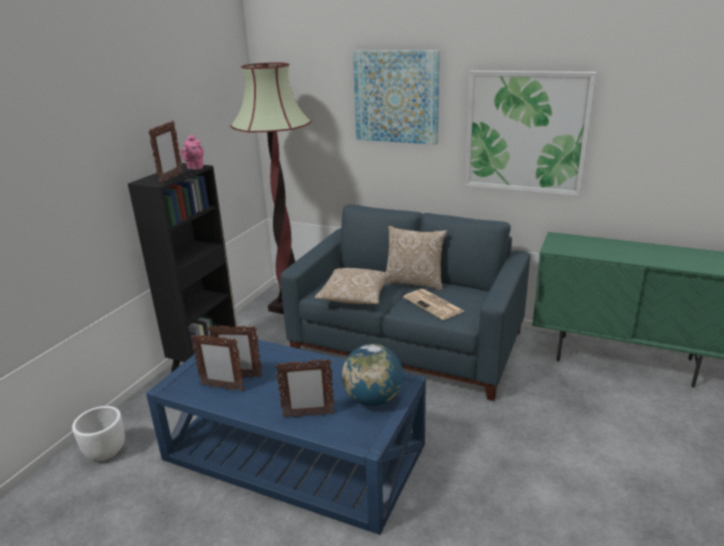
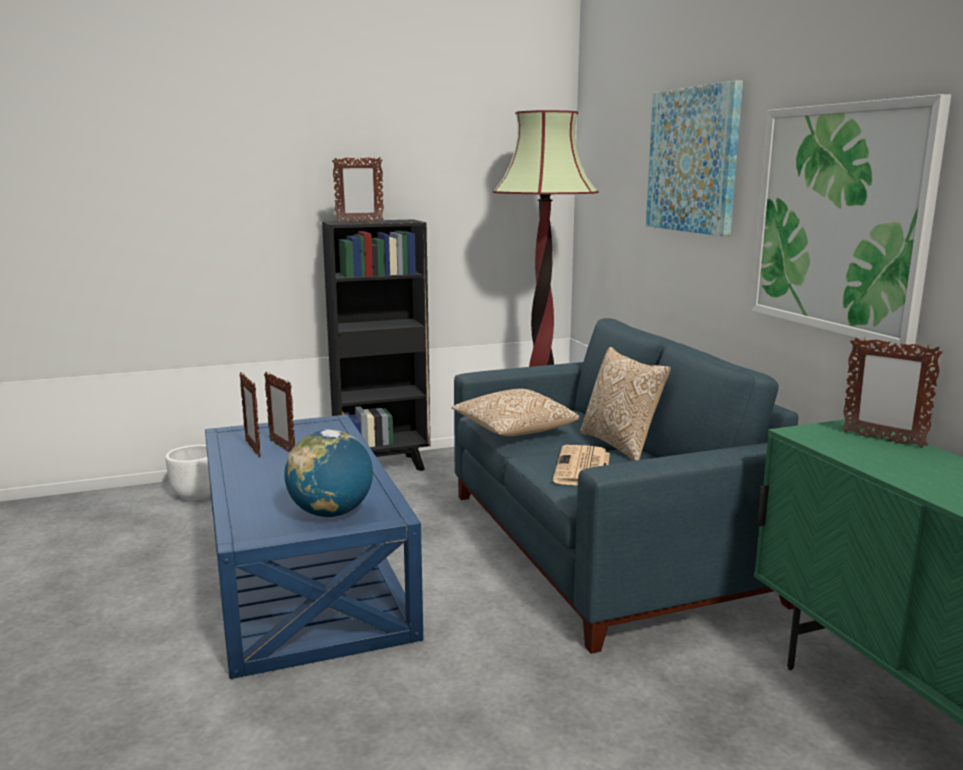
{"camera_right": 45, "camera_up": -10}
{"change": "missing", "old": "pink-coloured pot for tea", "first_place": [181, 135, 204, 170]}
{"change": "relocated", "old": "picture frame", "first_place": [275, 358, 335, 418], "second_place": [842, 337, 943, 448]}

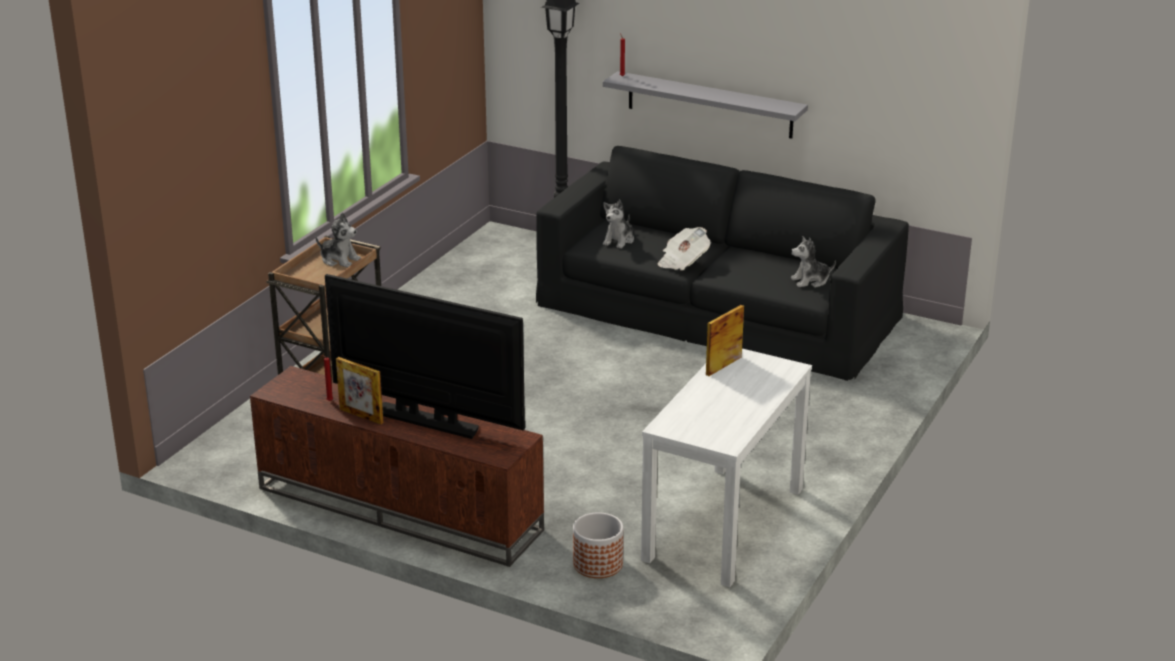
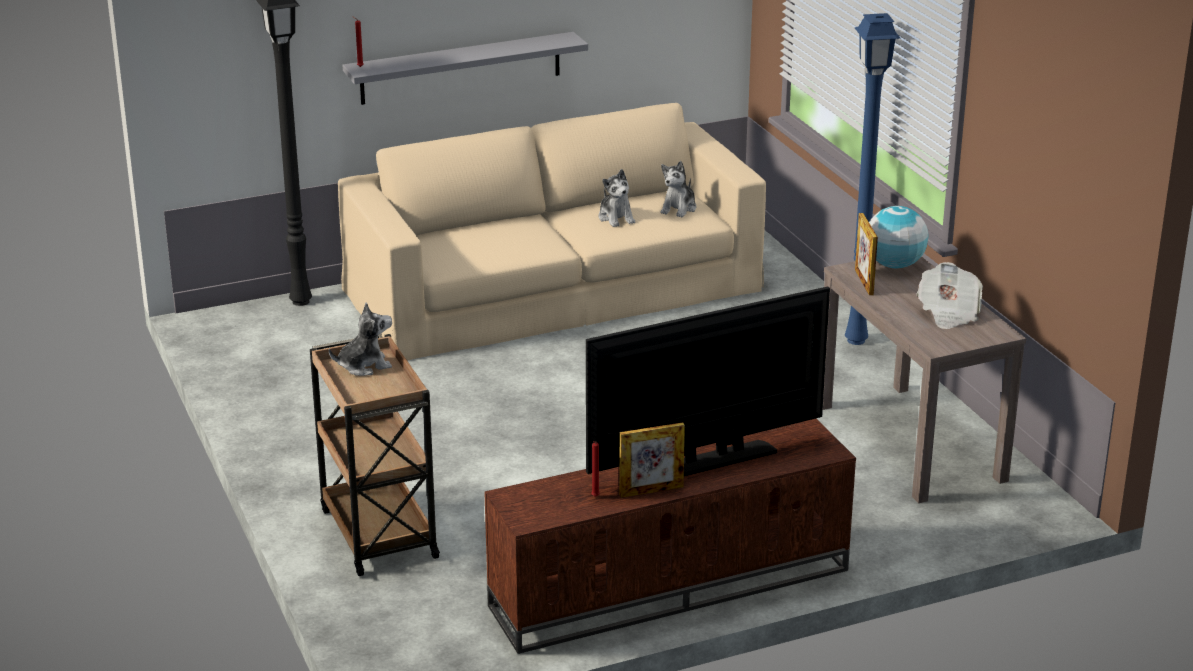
{"camera_right": -50, "camera_up": 0}
{"change": "colour", "old": "black-coloured couch", "new": "beige-coloured couch", "first_place": [536, 146, 909, 381], "second_place": [338, 103, 766, 360]}
{"change": "relocated", "old": "soft toy", "first_place": [603, 200, 634, 249], "second_place": [598, 169, 635, 227]}
{"change": "relocated", "old": "printed paper", "first_place": [658, 227, 711, 270], "second_place": [917, 262, 983, 329]}
{"change": "colour", "old": "whitish narrow table", "new": "brownish narrow table", "first_place": [641, 349, 812, 587], "second_place": [823, 256, 1026, 503]}
{"change": "missing", "old": "plant pot", "first_place": [573, 513, 623, 578]}
{"change": "appeared", "new": "bluish standing lamp", "second_place": [845, 13, 900, 345]}
{"change": "appeared", "new": "desk globe", "second_place": [869, 206, 928, 268]}

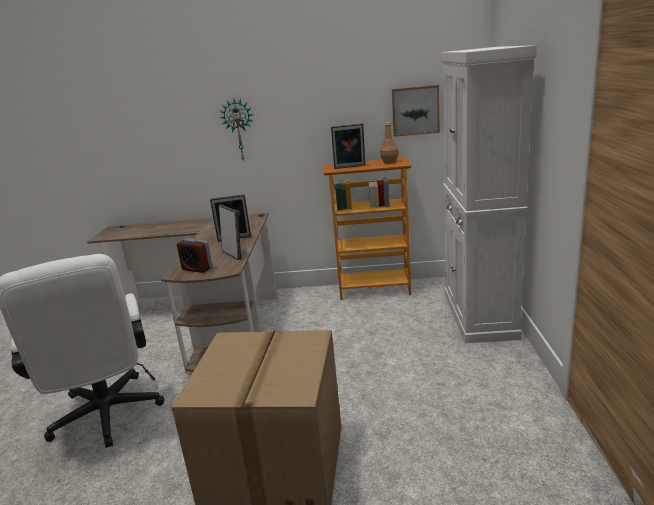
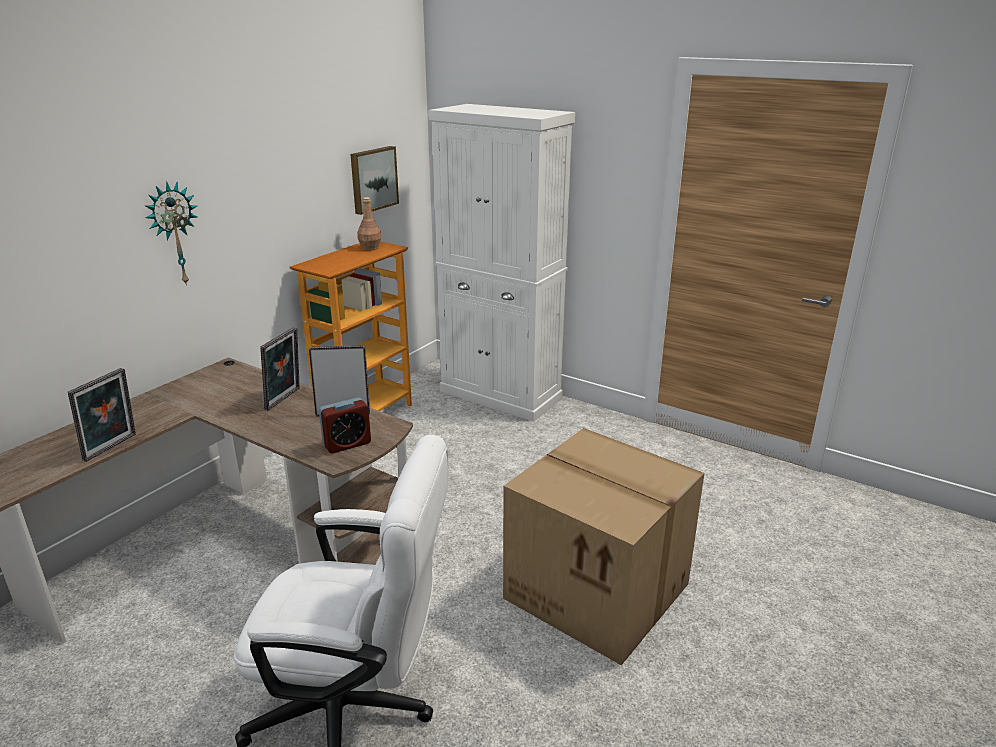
{"camera_right": -60, "camera_up": 5}
{"change": "relocated", "old": "picture frame", "first_place": [331, 123, 365, 169], "second_place": [68, 368, 136, 462]}

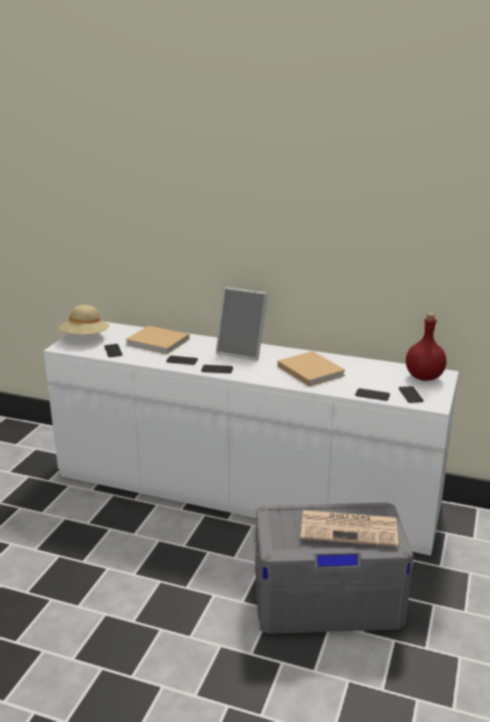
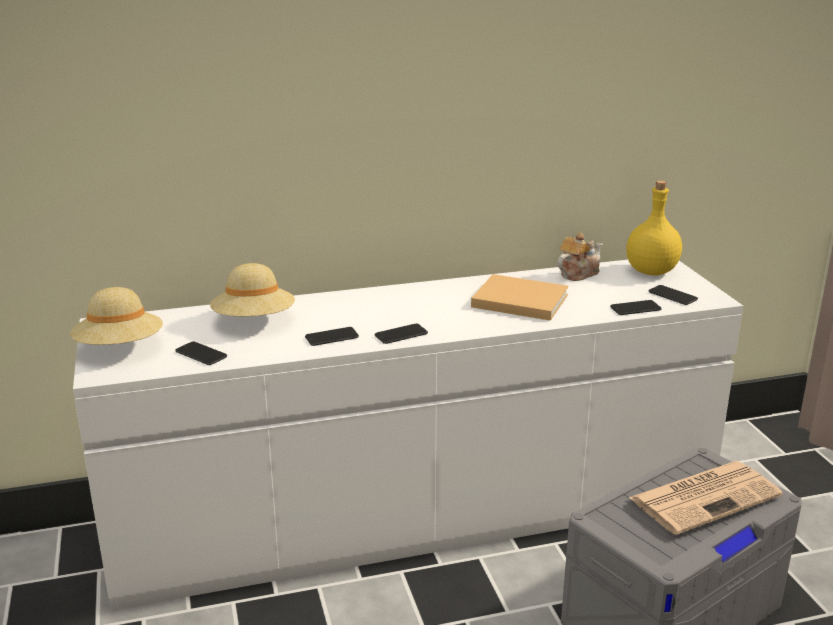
{"camera_right": -35, "camera_up": 0}
{"change": "missing", "old": "picture frame", "first_place": [216, 287, 268, 361]}
{"change": "colour", "old": "red-coloured bottle", "new": "yellow bottle", "first_place": [406, 313, 446, 381], "second_place": [626, 181, 682, 276]}
{"change": "exchanged", "old": "beige-coloured bound book", "new": "beige-coloured clothing hat", "first_place": [125, 326, 190, 354], "second_place": [210, 263, 295, 316]}
{"change": "appeared", "new": "pot for tea", "second_place": [557, 233, 603, 281]}

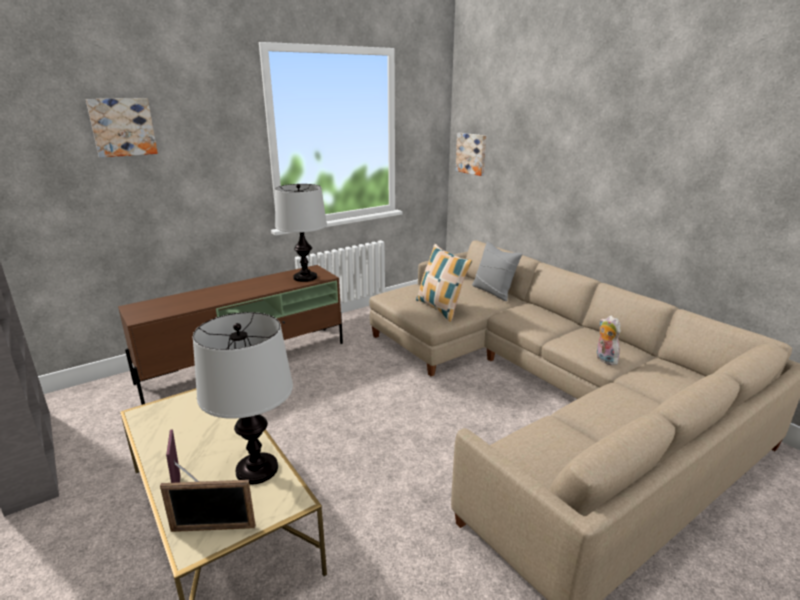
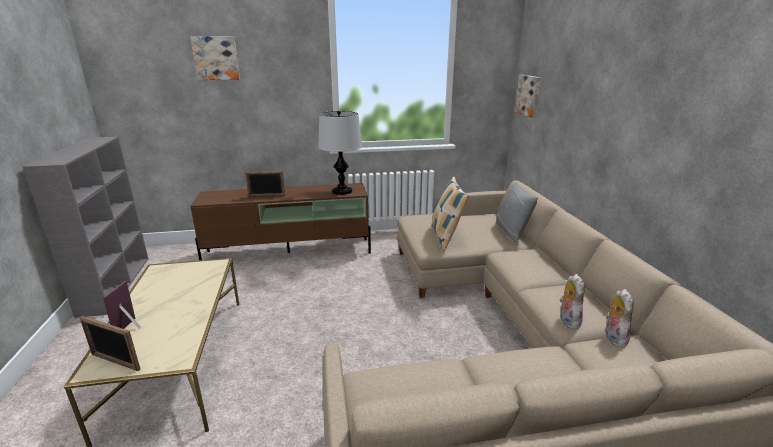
{"camera_right": 25, "camera_up": 0}
{"change": "missing", "old": "tabletop lamp", "first_place": [193, 312, 293, 484]}
{"change": "appeared", "new": "picture frame", "second_place": [245, 171, 285, 197]}
{"change": "appeared", "new": "soft toy", "second_place": [605, 289, 634, 349]}

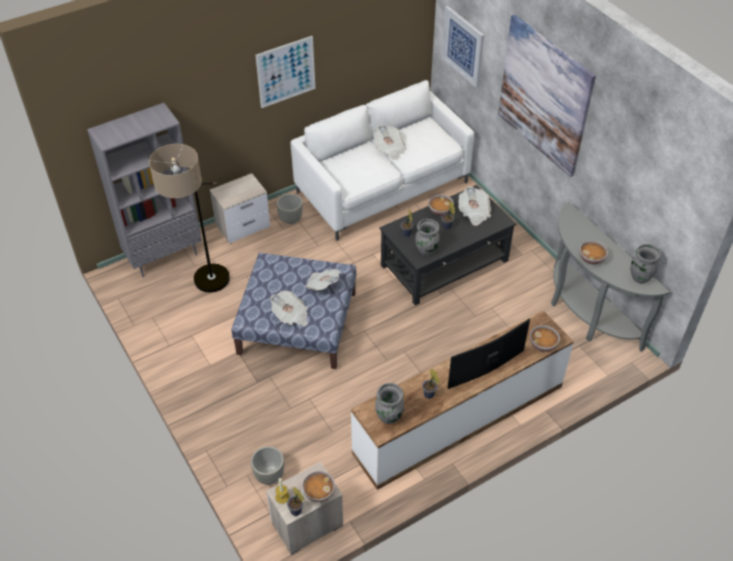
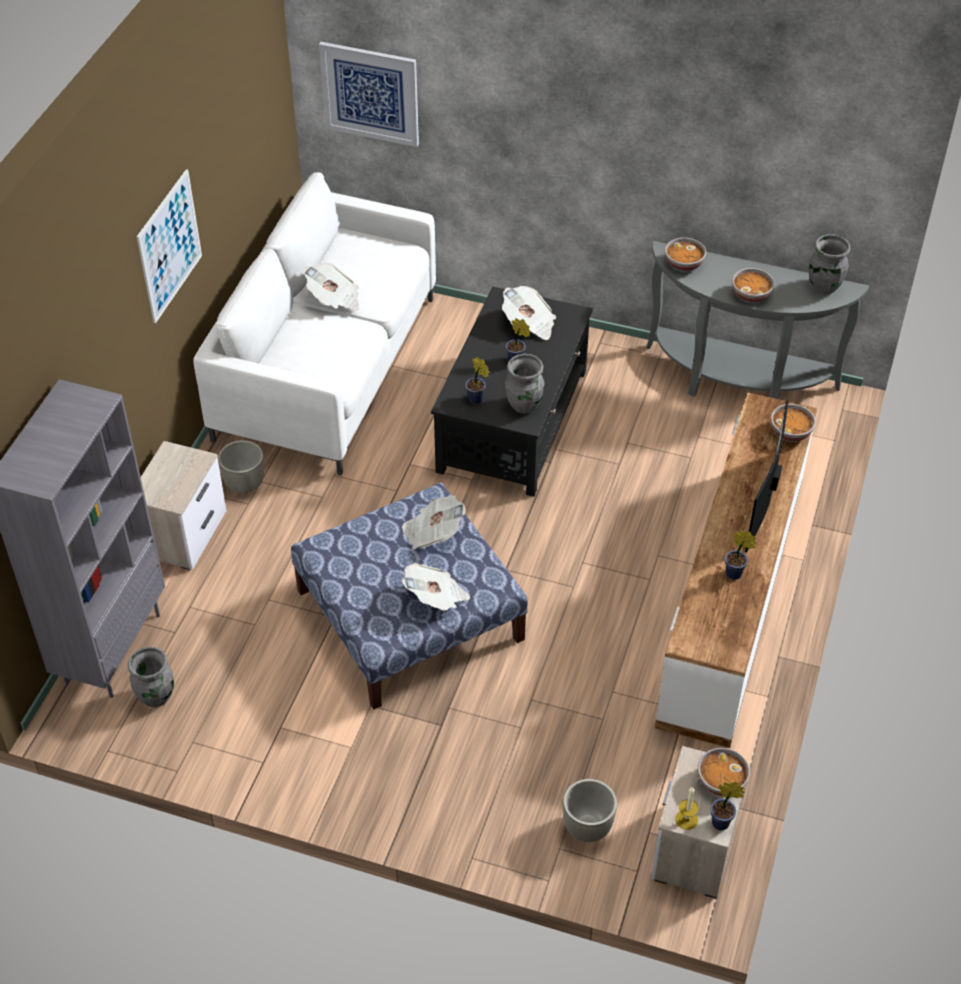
{"camera_right": -40, "camera_up": 0}
{"change": "missing", "old": "picture", "first_place": [498, 15, 596, 177]}
{"change": "missing", "old": "standing lamp", "first_place": [149, 144, 230, 293]}
{"change": "relocated", "old": "deep dish", "first_place": [428, 194, 454, 216], "second_place": [665, 238, 706, 271]}
{"change": "relocated", "old": "grey vase", "first_place": [375, 383, 404, 424], "second_place": [128, 647, 174, 707]}

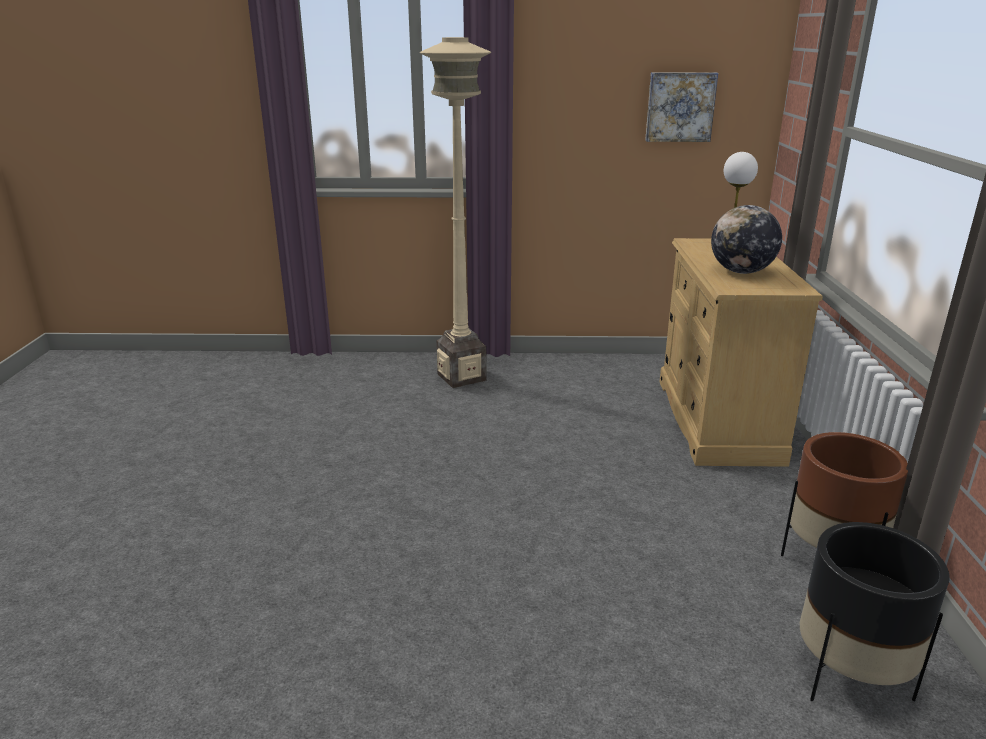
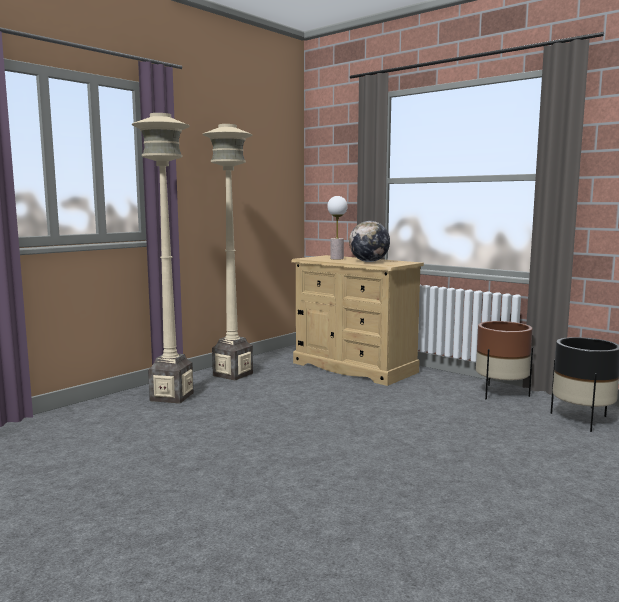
{"camera_right": -50, "camera_up": -15}
{"change": "missing", "old": "picture", "first_place": [645, 72, 718, 142]}
{"change": "appeared", "new": "beige-coloured standing lamp", "second_place": [203, 124, 253, 381]}

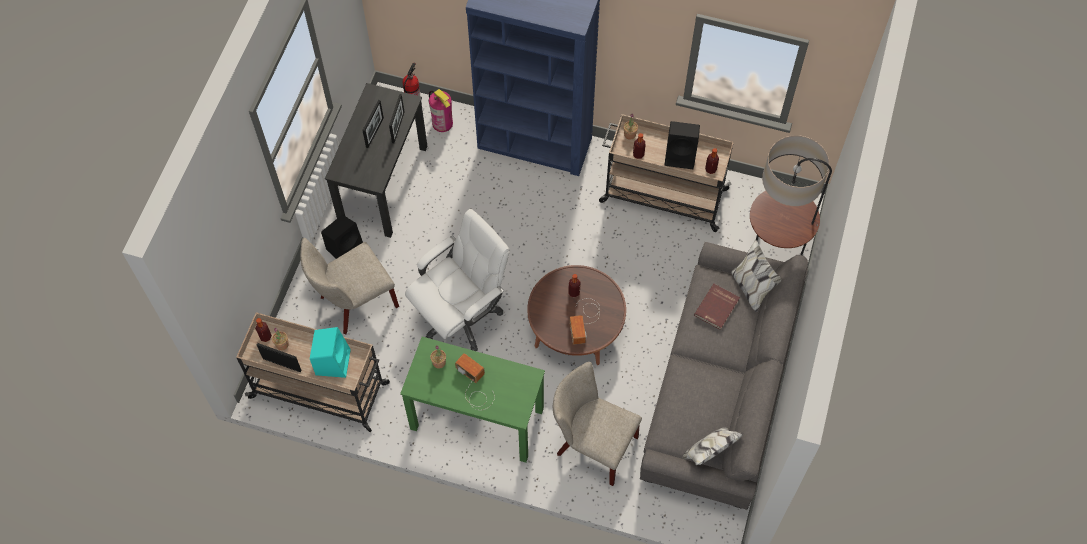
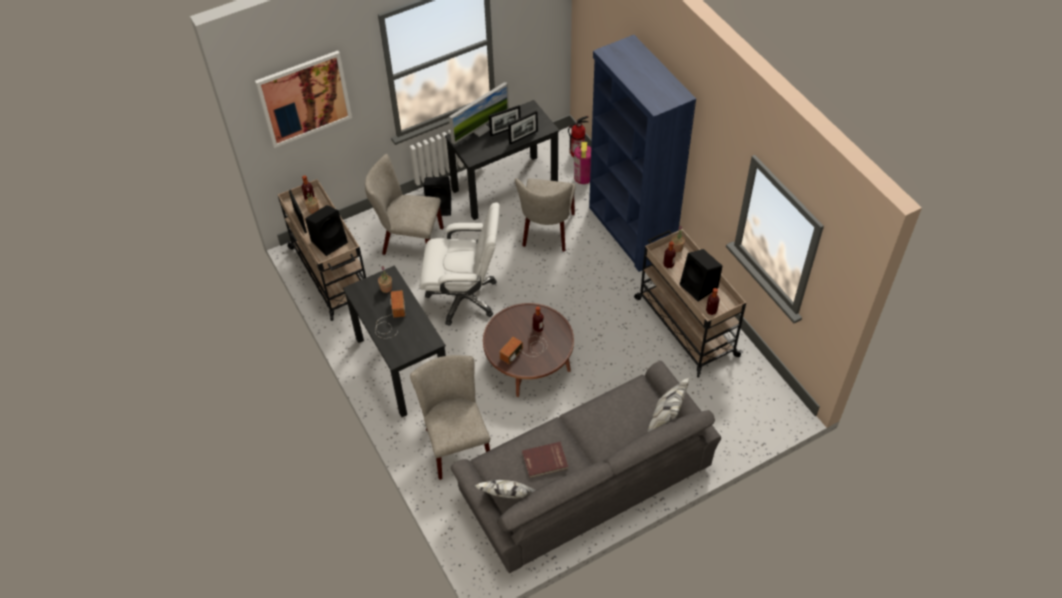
{"camera_right": 45, "camera_up": -10}
{"change": "missing", "old": "standing lamp", "first_place": [750, 135, 832, 255]}
{"change": "relocated", "old": "red-coloured bound book", "first_place": [694, 284, 740, 330], "second_place": [522, 442, 568, 478]}
{"change": "colour", "old": "blue-green audio speaker", "new": "black-coloured audio speaker", "first_place": [310, 327, 351, 378], "second_place": [305, 205, 348, 256]}
{"change": "colour", "old": "green-coloured desk table", "new": "black-coloured desk table", "first_place": [400, 337, 545, 462], "second_place": [343, 265, 446, 417]}
{"change": "appeared", "new": "picture", "second_place": [255, 51, 352, 148]}
{"change": "appeared", "new": "monitor", "second_place": [449, 82, 509, 144]}
{"change": "appeared", "new": "beige-coloured upright chair", "second_place": [515, 178, 576, 252]}

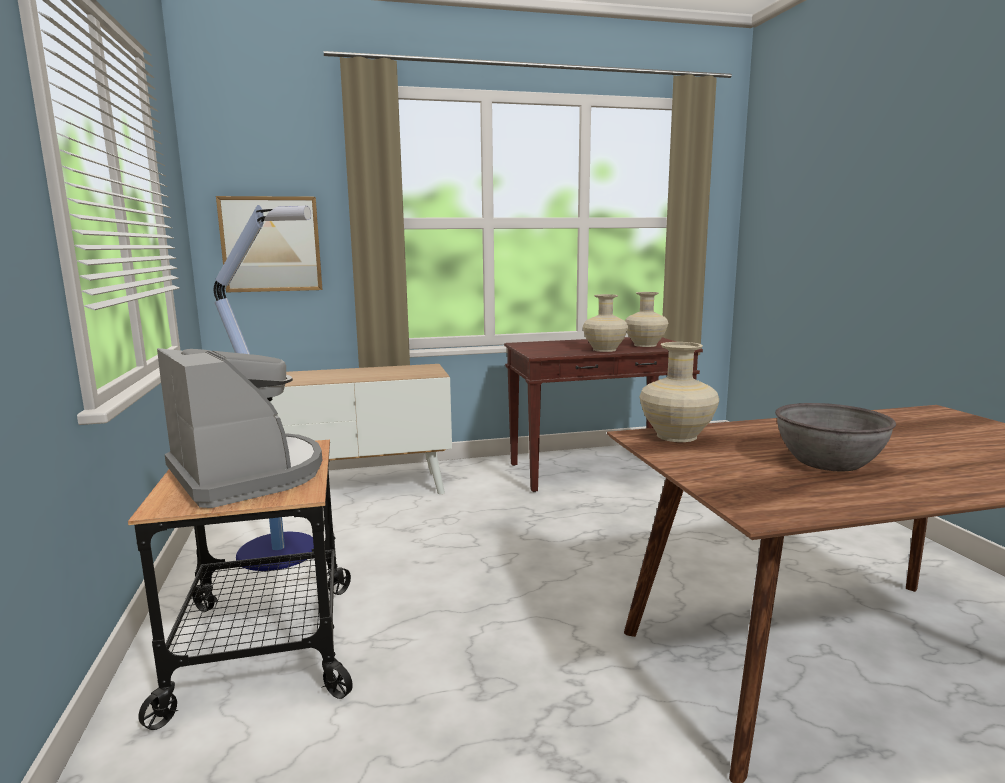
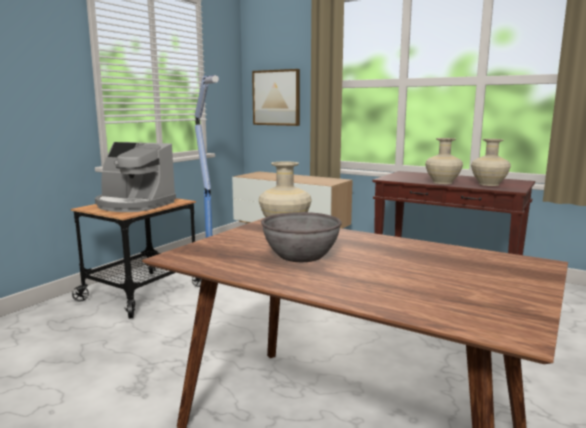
{"camera_right": 45, "camera_up": 0}
{"change": "spun", "old": "coffee maker", "first_place": [157, 348, 322, 508], "second_place": [95, 142, 176, 212], "degrees": 105}

